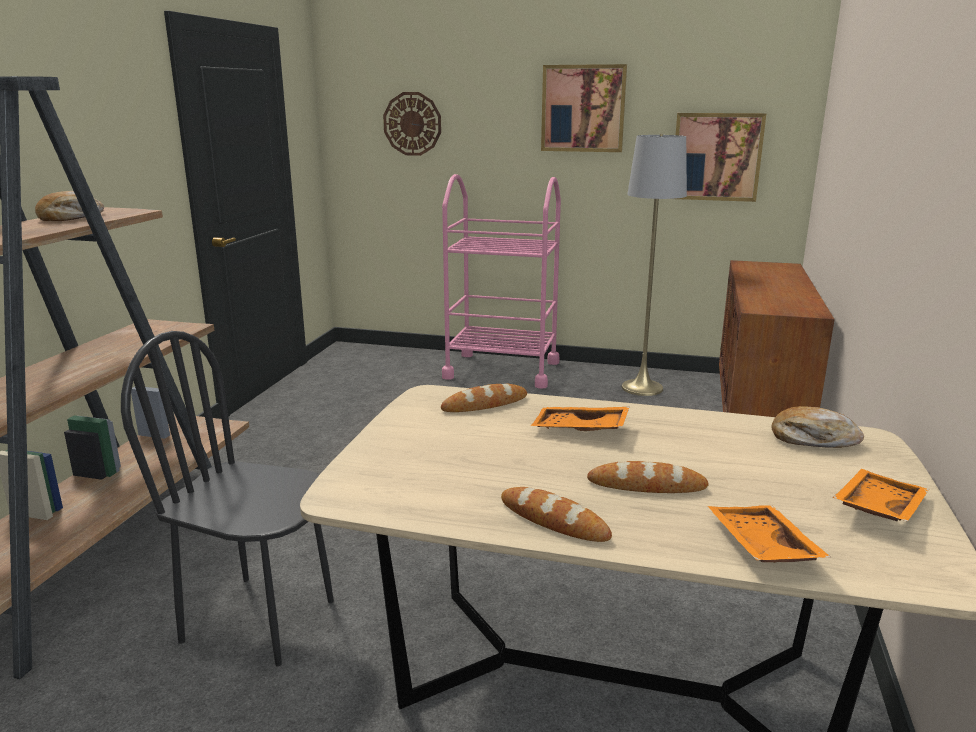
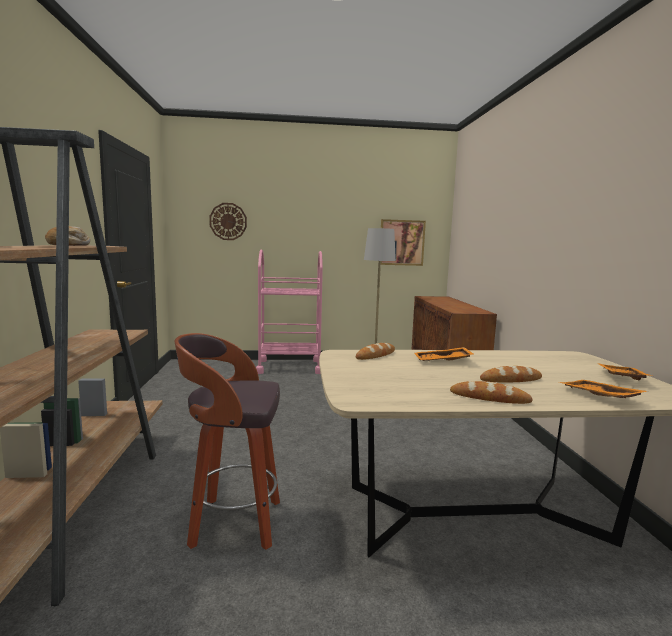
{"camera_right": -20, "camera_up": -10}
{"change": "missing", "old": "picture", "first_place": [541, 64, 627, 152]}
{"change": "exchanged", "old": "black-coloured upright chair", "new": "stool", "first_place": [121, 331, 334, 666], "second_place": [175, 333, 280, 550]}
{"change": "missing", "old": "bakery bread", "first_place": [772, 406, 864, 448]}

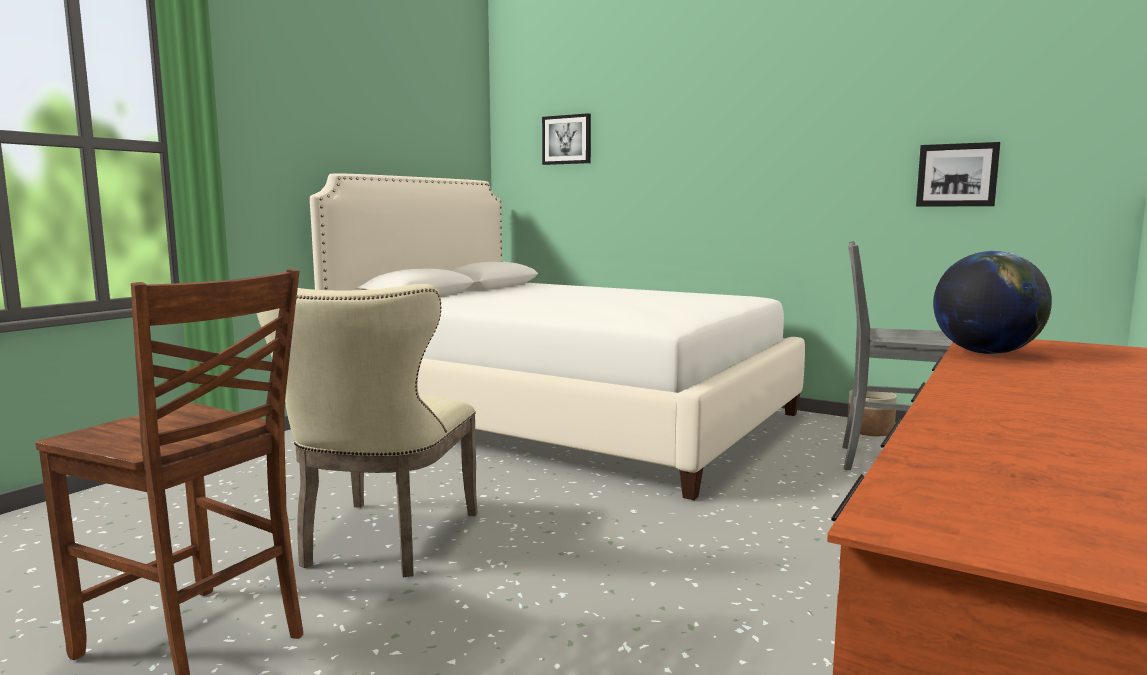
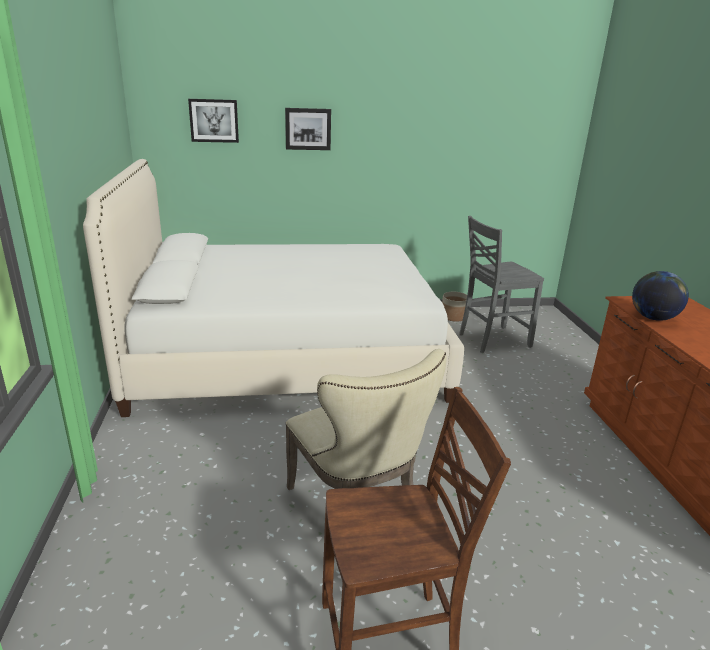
{"camera_right": -40, "camera_up": 15}
{"change": "relocated", "old": "picture", "first_place": [916, 142, 1000, 206], "second_place": [285, 108, 331, 150]}

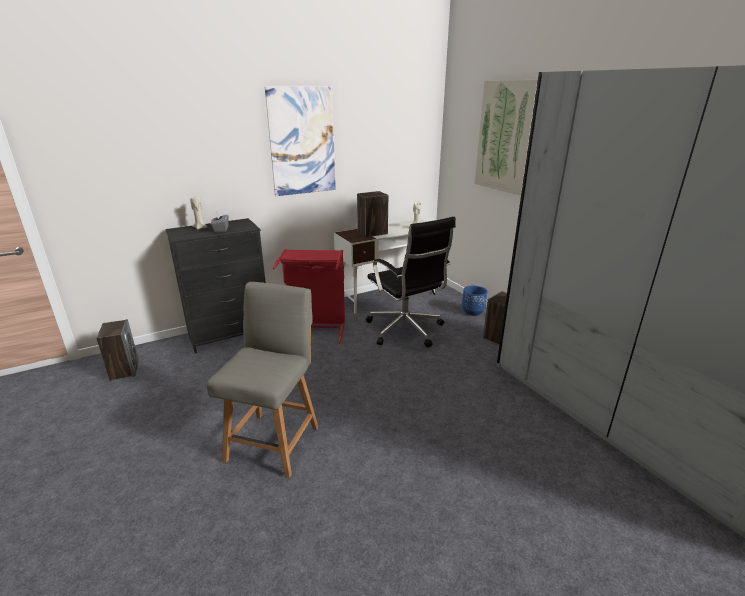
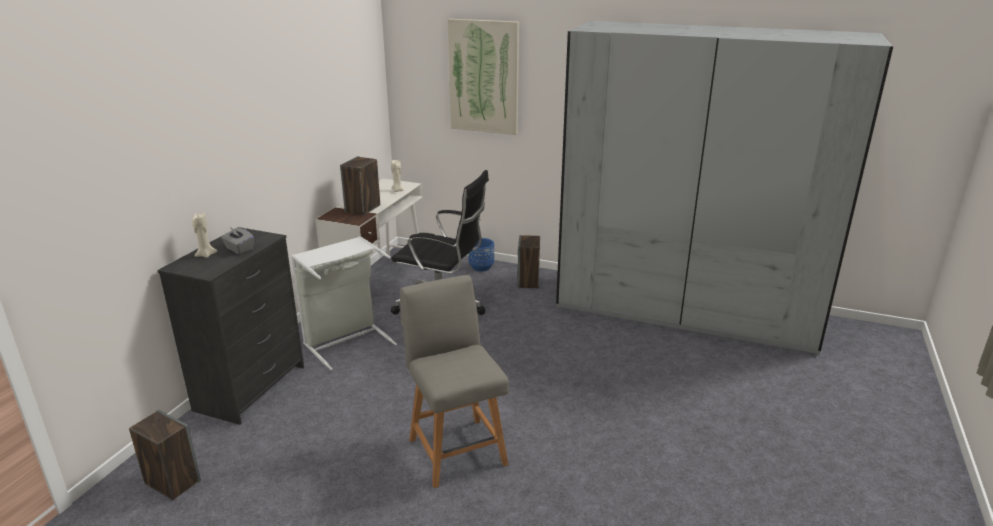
{"camera_right": -40, "camera_up": 0}
{"change": "missing", "old": "picture", "first_place": [265, 86, 336, 196]}
{"change": "colour", "old": "red-coloured hamper", "new": "grey hamper", "first_place": [273, 249, 345, 344], "second_place": [291, 236, 397, 370]}

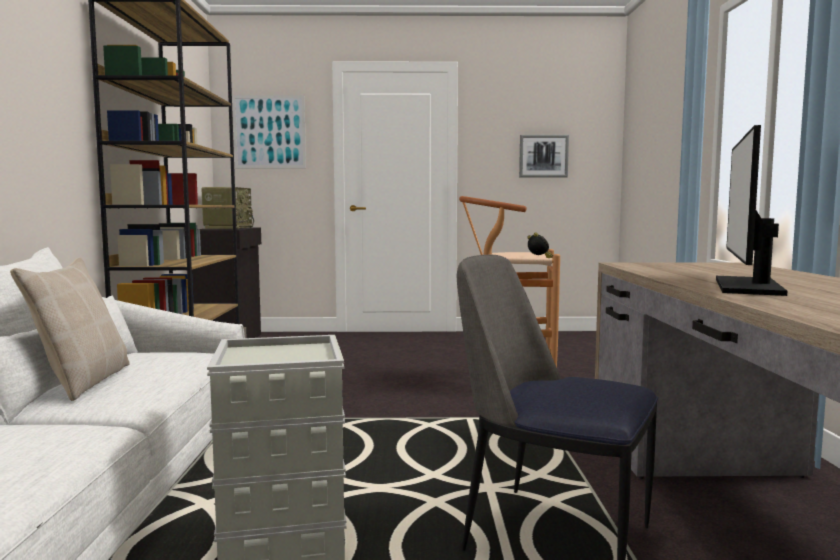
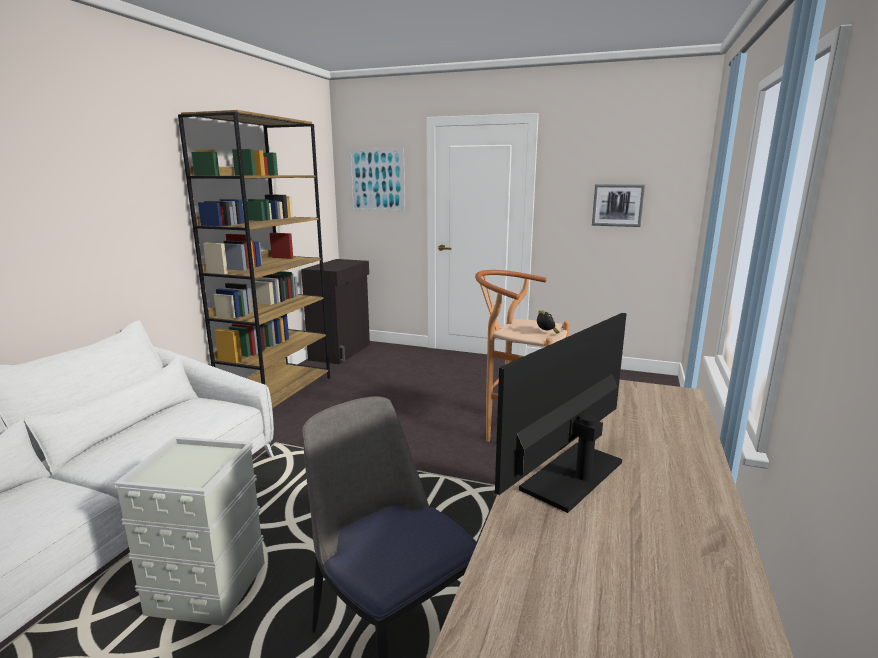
{"camera_right": 20, "camera_up": 10}
{"change": "missing", "old": "radio set", "first_place": [201, 187, 254, 229]}
{"change": "missing", "old": "beige-coloured pillow", "first_place": [10, 257, 130, 401]}

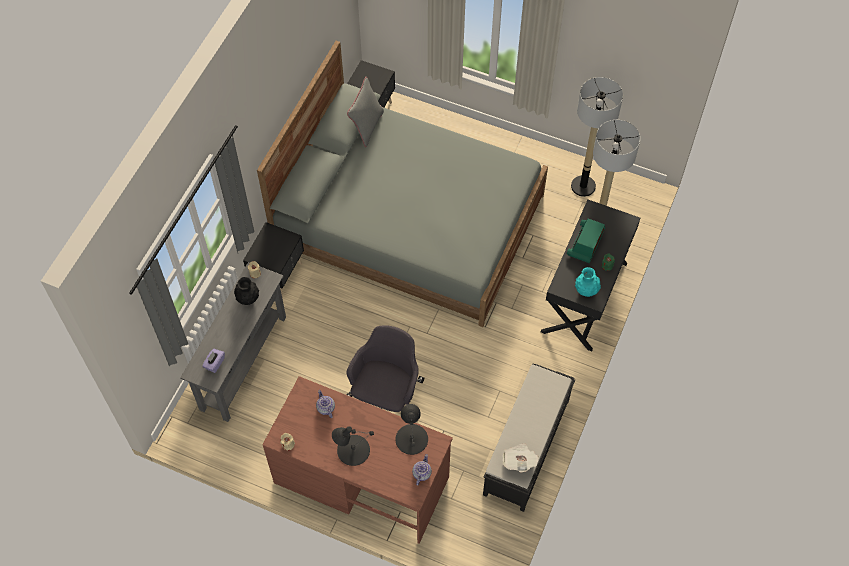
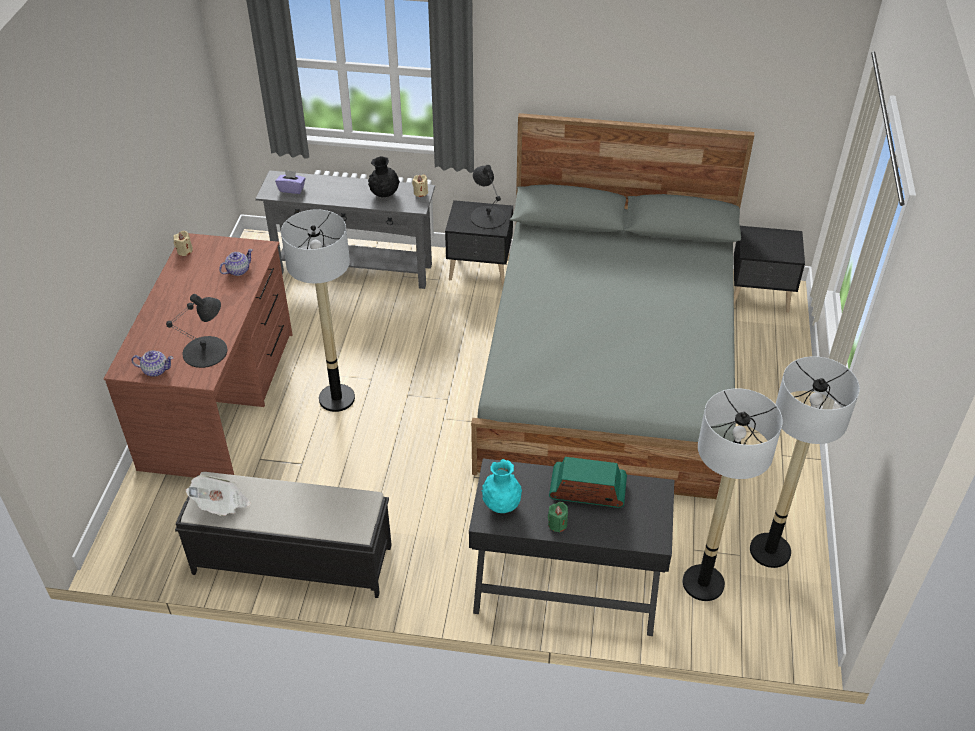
{"camera_right": 75, "camera_up": -15}
{"change": "missing", "old": "grey pillow", "first_place": [347, 77, 384, 147]}
{"change": "exchanged", "old": "grey office chair", "new": "standing lamp", "first_place": [346, 325, 424, 412], "second_place": [281, 209, 355, 412]}
{"change": "relocated", "old": "black-coloured tabletop lamp", "first_place": [332, 426, 374, 466], "second_place": [471, 165, 507, 229]}

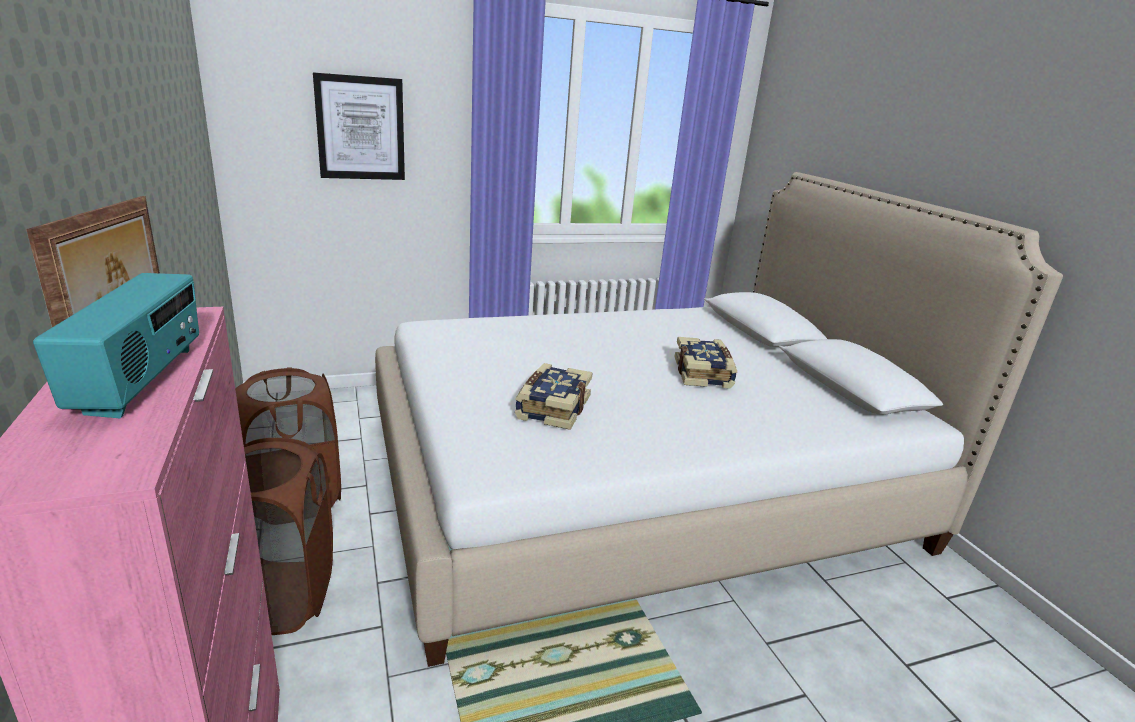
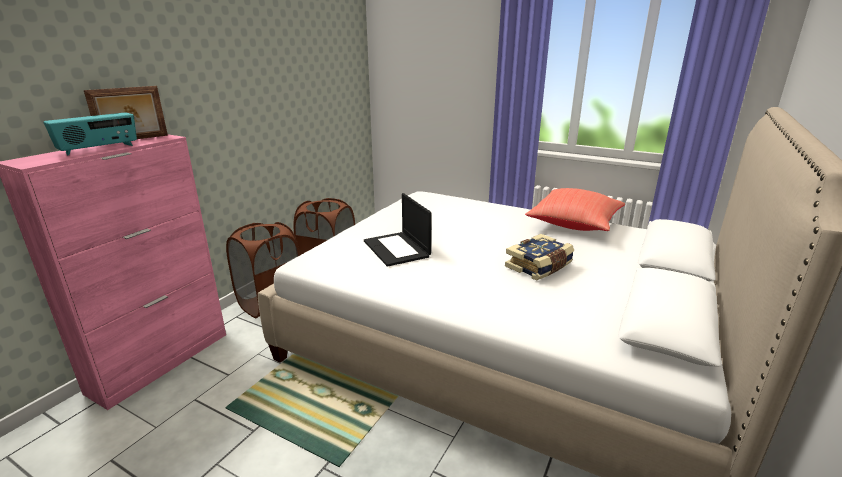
{"camera_right": 50, "camera_up": 0}
{"change": "missing", "old": "picture", "first_place": [313, 72, 405, 180]}
{"change": "exchanged", "old": "bound book", "new": "laptop", "first_place": [515, 363, 593, 430], "second_place": [364, 193, 432, 267]}
{"change": "appeared", "new": "red-coloured pillow", "second_place": [525, 188, 625, 231]}

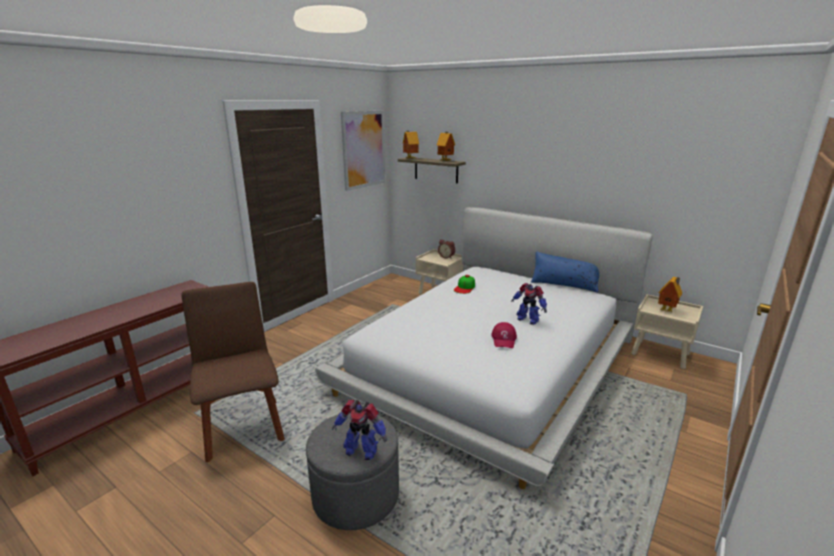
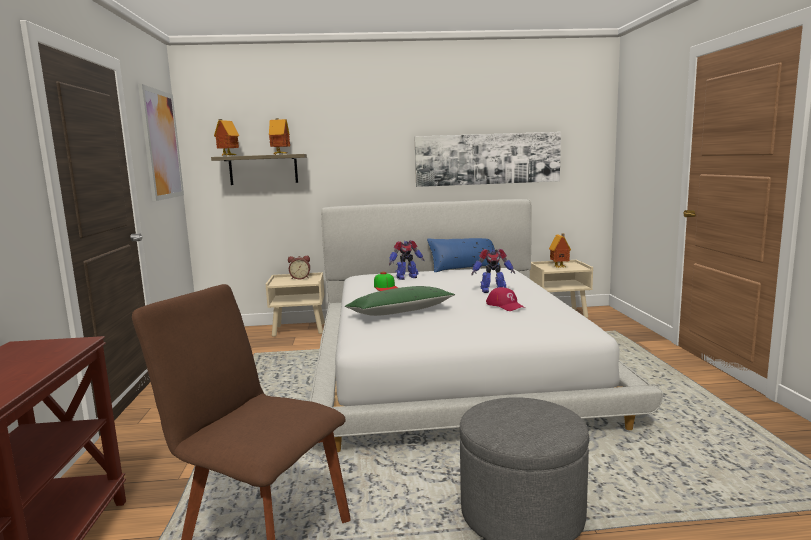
{"camera_right": -40, "camera_up": -10}
{"change": "relocated", "old": "toy robot", "first_place": [332, 400, 387, 460], "second_place": [389, 240, 425, 280]}
{"change": "appeared", "new": "picture", "second_place": [415, 132, 561, 187]}
{"change": "appeared", "new": "green-coloured pillow", "second_place": [345, 286, 455, 316]}

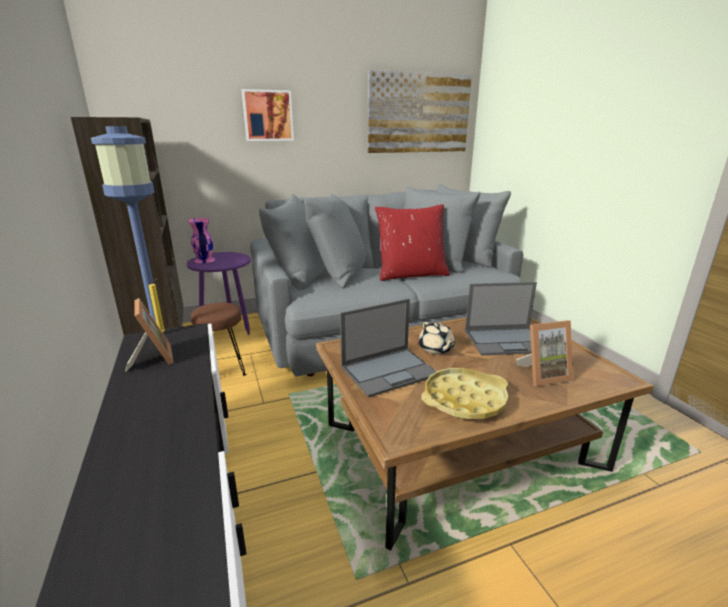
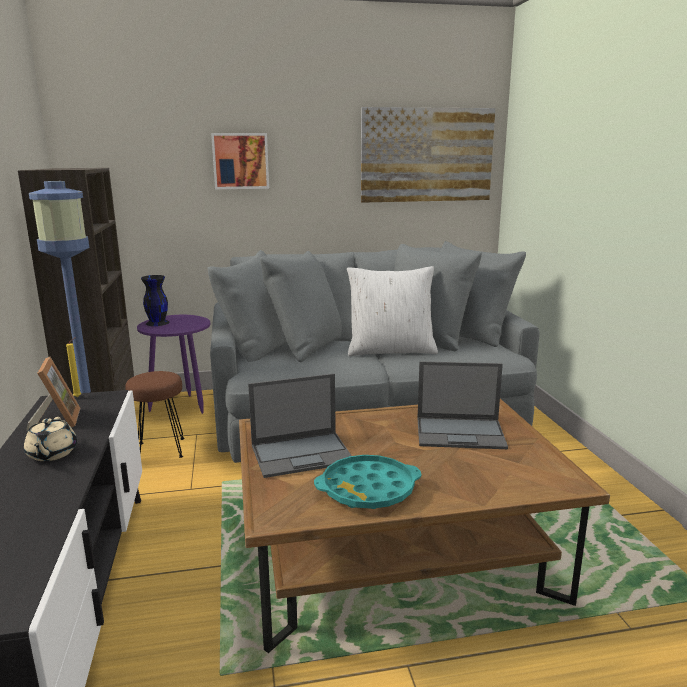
{"camera_right": 10, "camera_up": -5}
{"change": "colour", "old": "red-coloured pillow", "new": "whitish pillow", "first_place": [375, 204, 450, 281], "second_place": [347, 266, 438, 356]}
{"change": "colour", "old": "pink-coloured vase", "new": "black-coloured vase", "first_place": [188, 218, 215, 263], "second_place": [141, 275, 170, 326]}
{"change": "missing", "old": "picture frame", "first_place": [516, 320, 574, 387]}
{"change": "relocated", "old": "beige-coloured pot for tea", "first_place": [418, 322, 455, 354], "second_place": [24, 417, 77, 461]}
{"change": "colour", "old": "yellow tray", "new": "blue-green tray", "first_place": [421, 368, 508, 419], "second_place": [314, 455, 421, 509]}

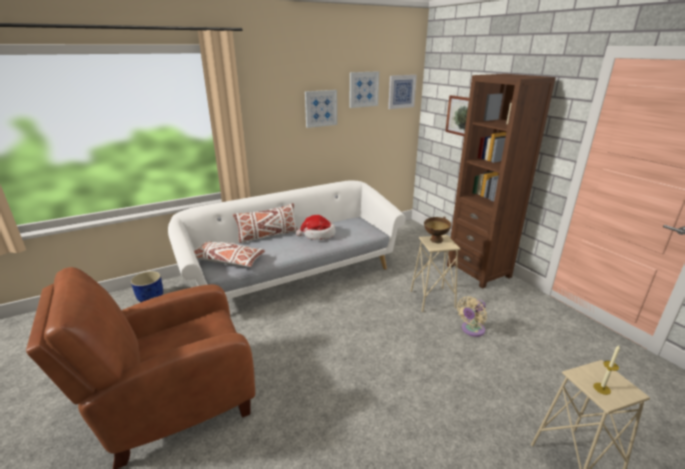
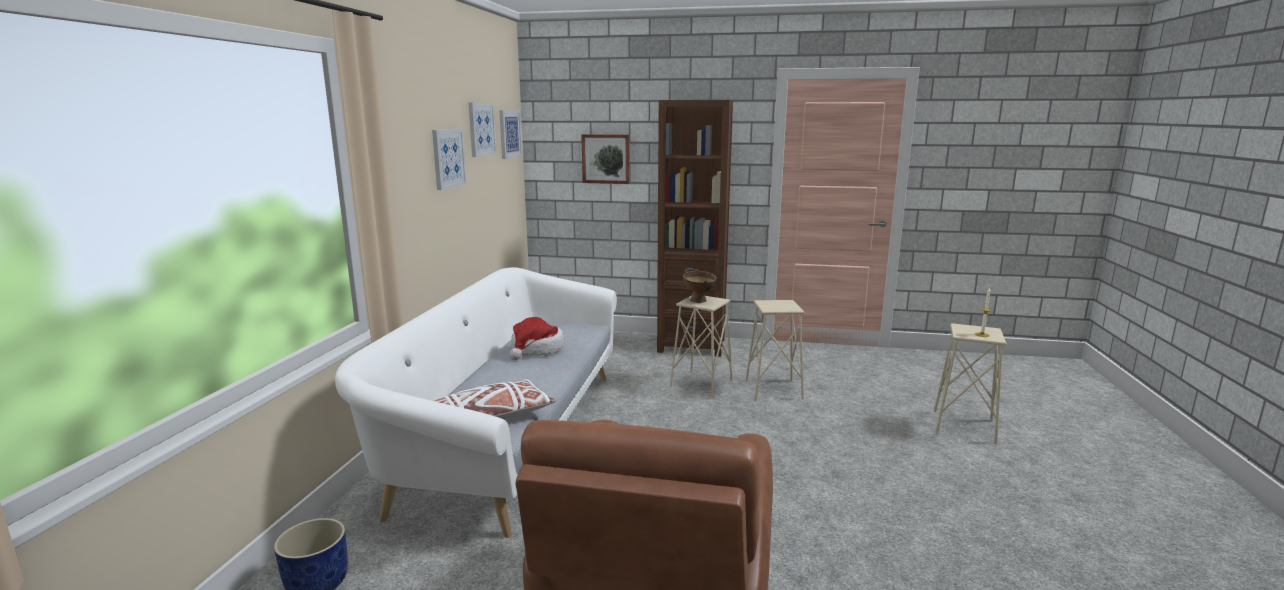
{"camera_right": -50, "camera_up": -10}
{"change": "missing", "old": "whitish pillow", "first_place": [233, 203, 298, 243]}
{"change": "exchanged", "old": "beige-coloured electric fan", "new": "beige-coloured stool", "first_place": [457, 296, 487, 337], "second_place": [746, 300, 804, 401]}

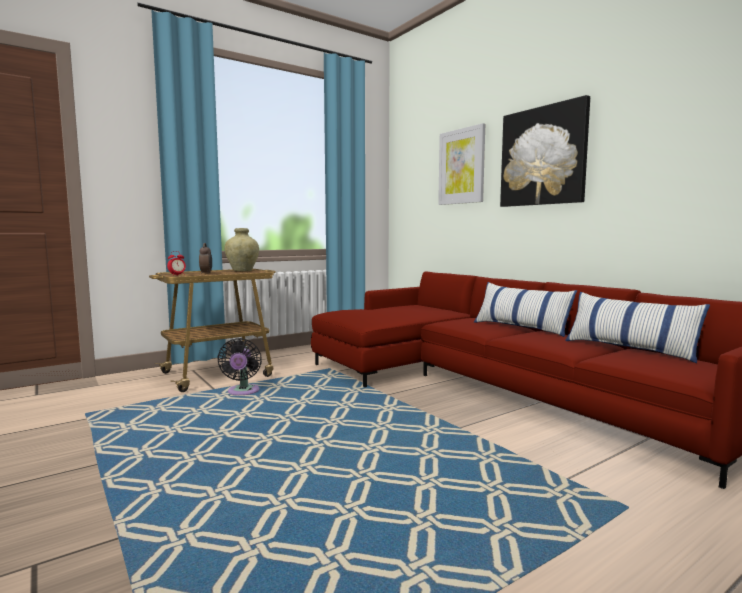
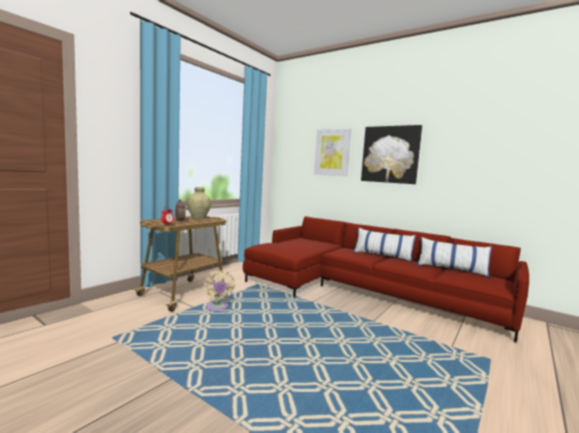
{"camera_right": -20, "camera_up": 0}
{"change": "colour", "old": "black-coloured electric fan", "new": "beige-coloured electric fan", "first_place": [217, 338, 262, 395], "second_place": [204, 270, 235, 311]}

